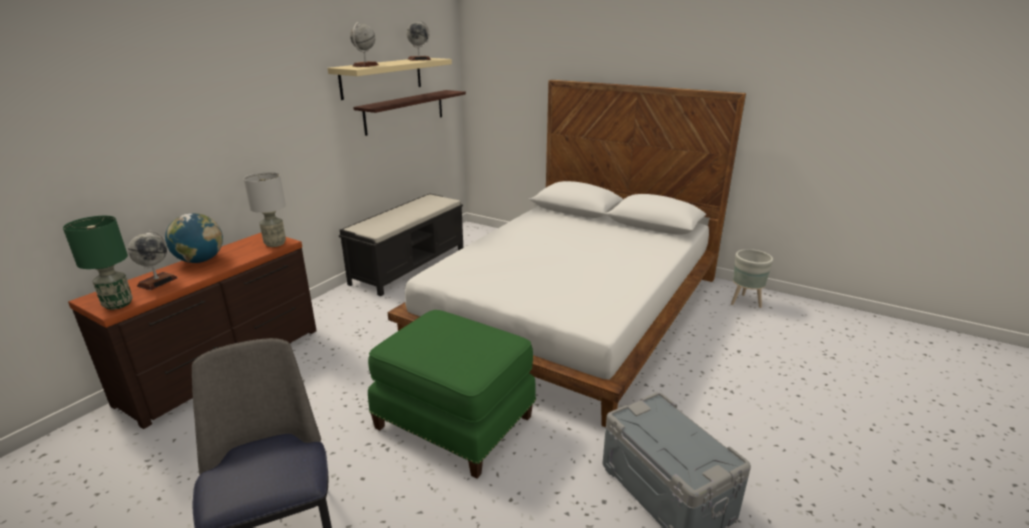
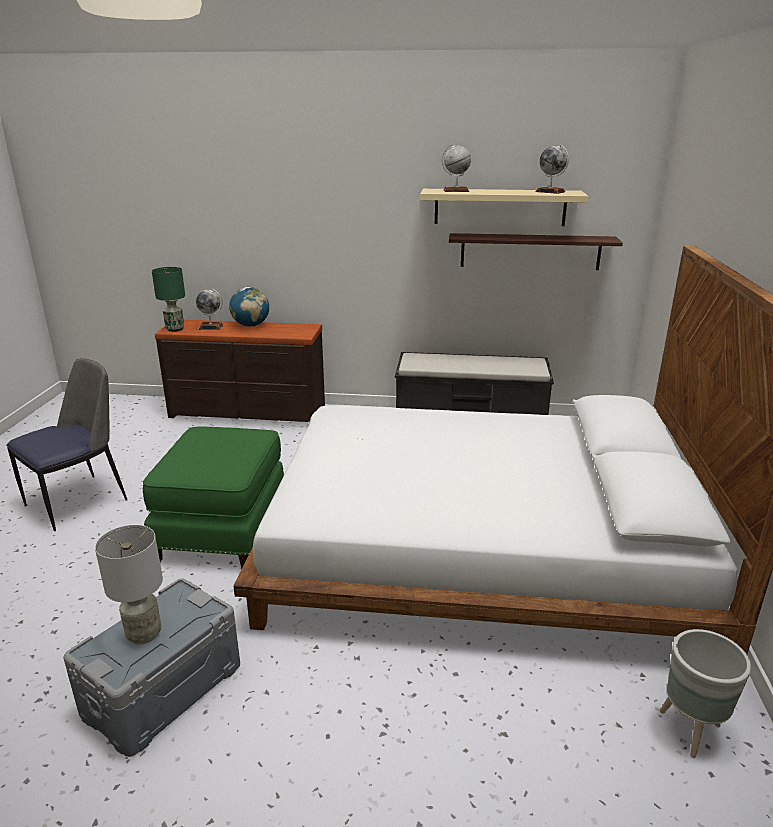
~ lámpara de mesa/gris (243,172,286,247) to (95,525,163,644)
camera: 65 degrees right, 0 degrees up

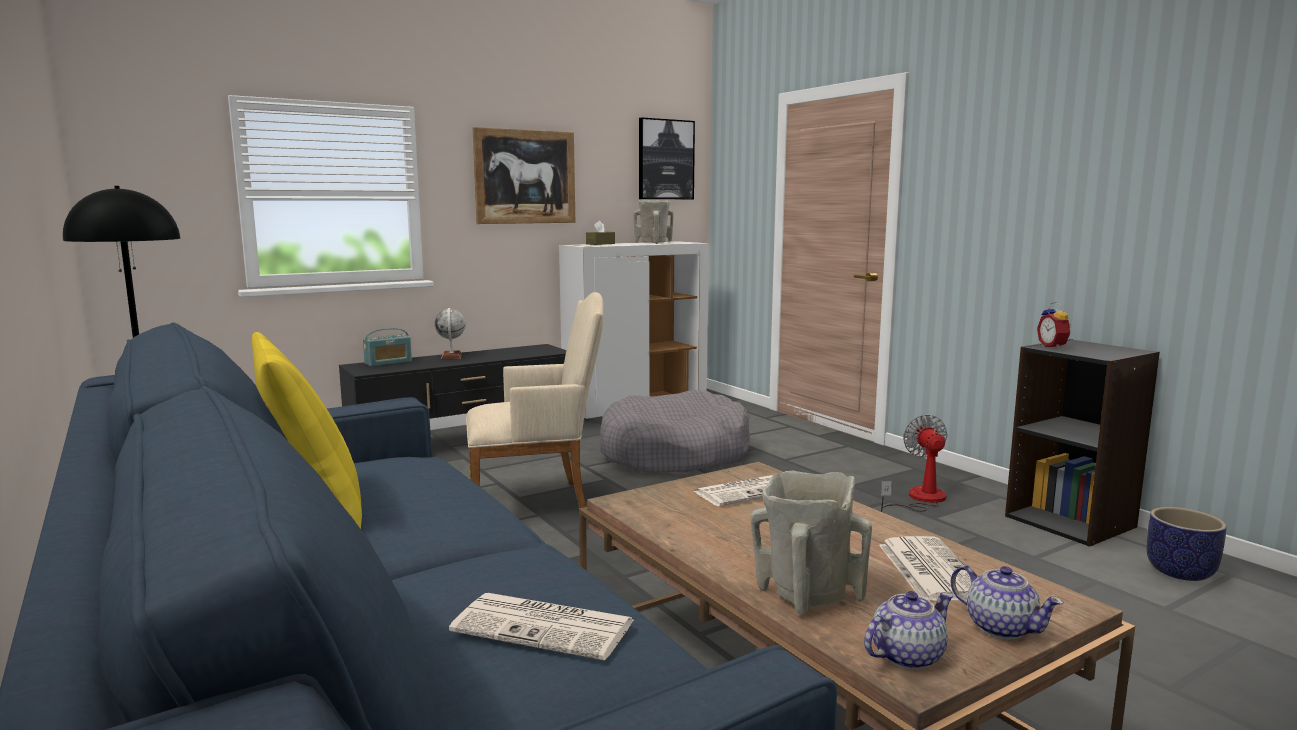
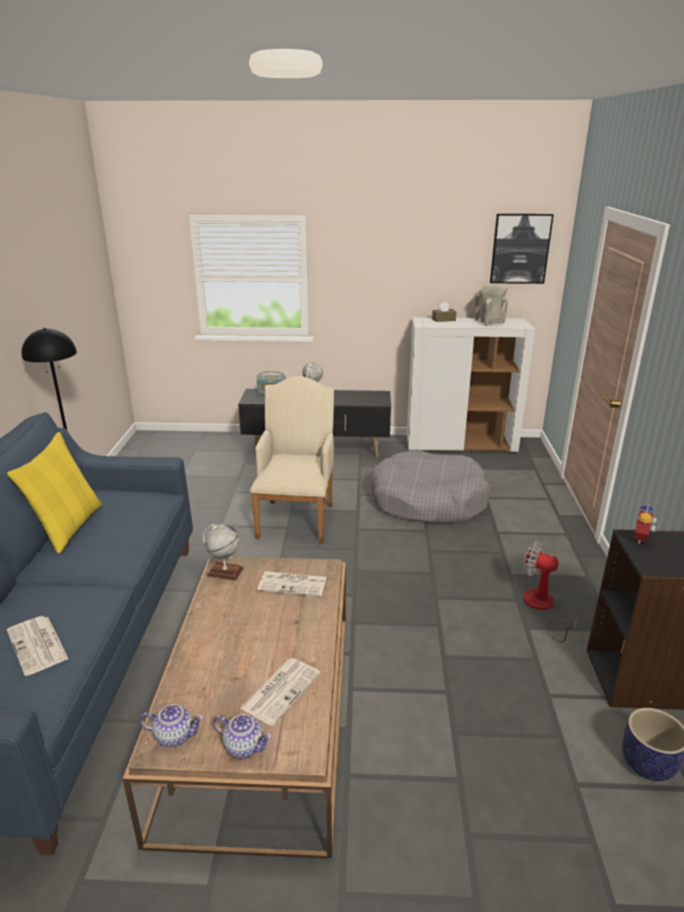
- cuadro (472,127,575,224)
~ sillón/beis (466,292,604,508) = (250,376,334,543) 105 degrees counterclockwise
~ ventilador (880,414,948,512) = (523,541,577,643) 90 degrees counterclockwise
- florero/beis (751,470,872,615)
~ tetera (950,565,1064,640) = (214,714,272,758) 60 degrees counterclockwise
+ globo terráqueo (203,524,244,581)
camera: 35 degrees right, 15 degrees up

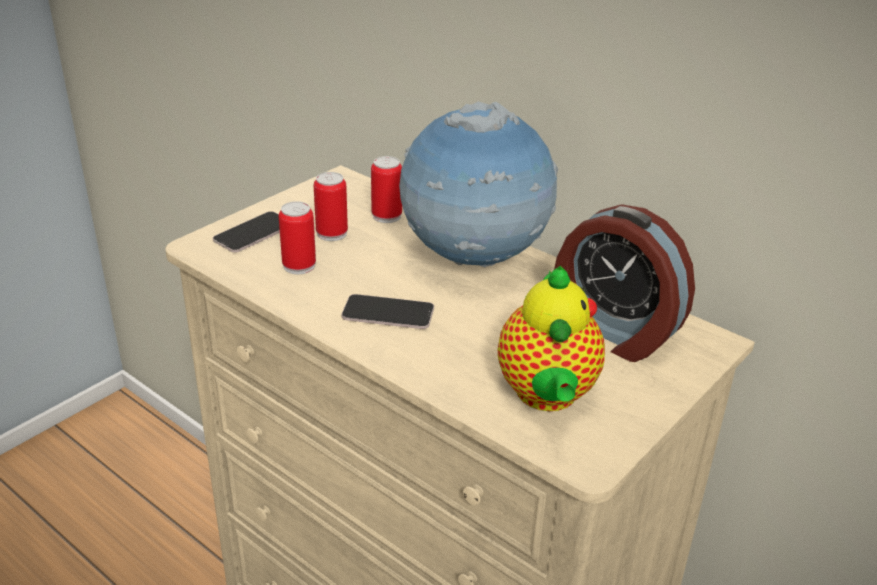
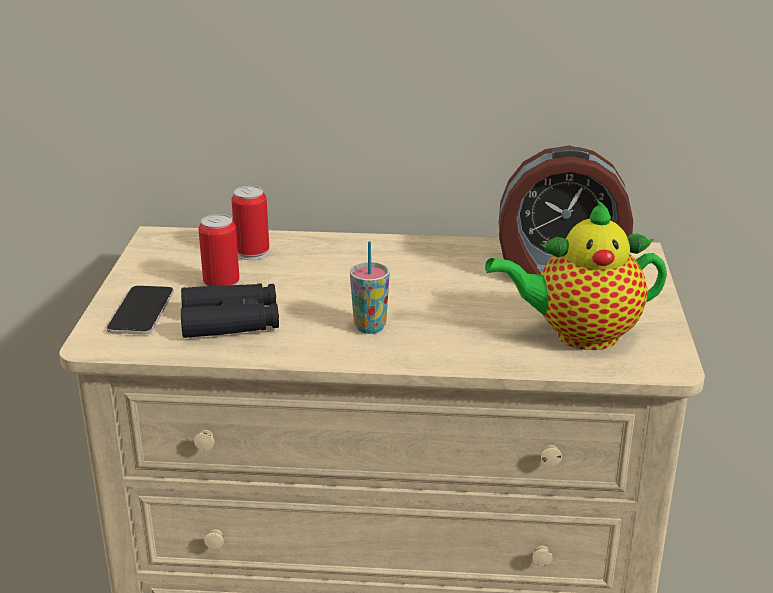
- globo terráqueo (399,102,558,268)
~ lata (279,201,316,274) to prismáticos/negro (181,284,279,338)
~ tetera (498,266,605,411) = (485,200,667,350) 120 degrees clockwise
~ móvil (341,294,434,329) to taza (350,241,390,334)
camera: 35 degrees left, 5 degrees down

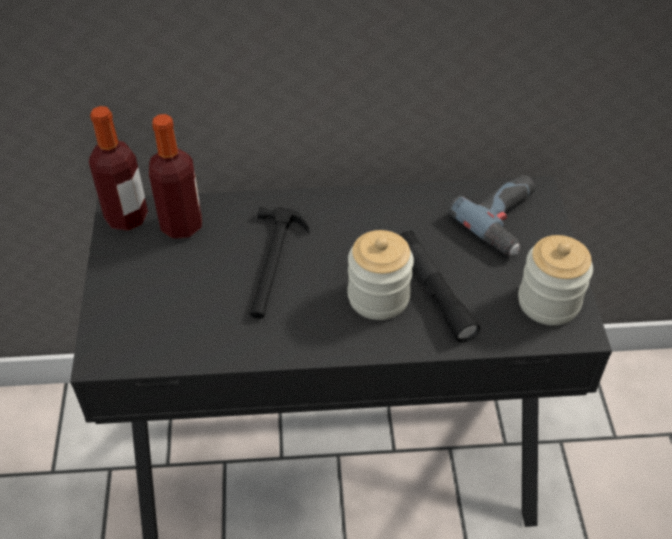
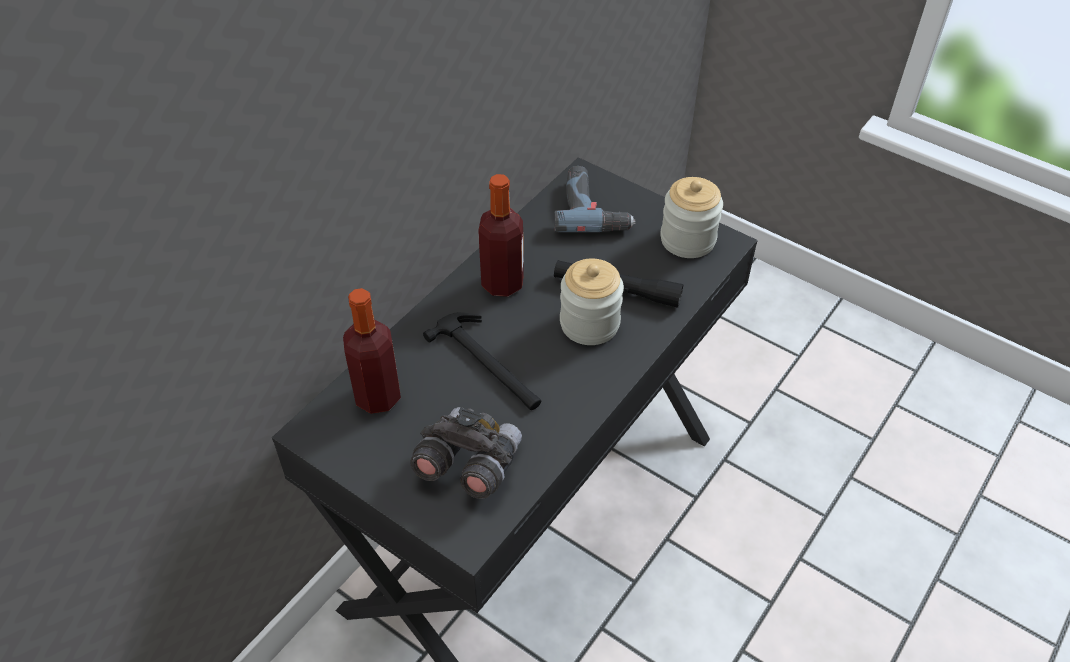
~ botella (89,106,148,231) to (478,174,524,297)
+ prismáticos/gris (410,407,522,499)
camera: 50 degrees left, 0 degrees up

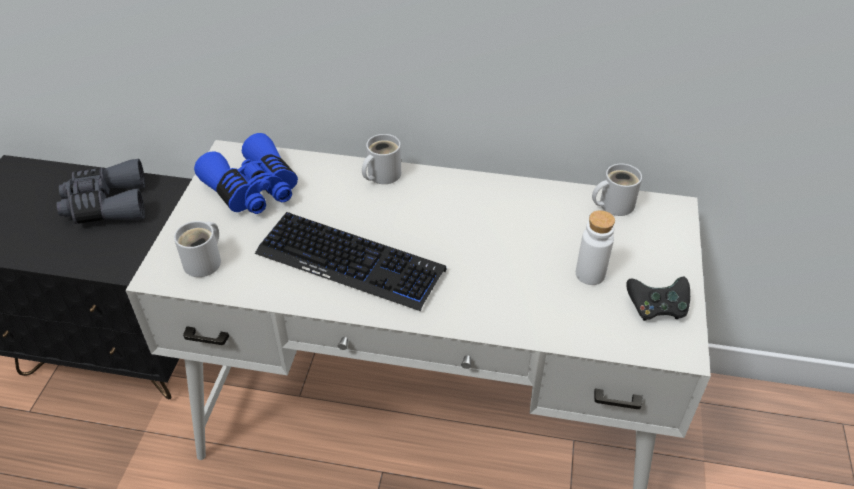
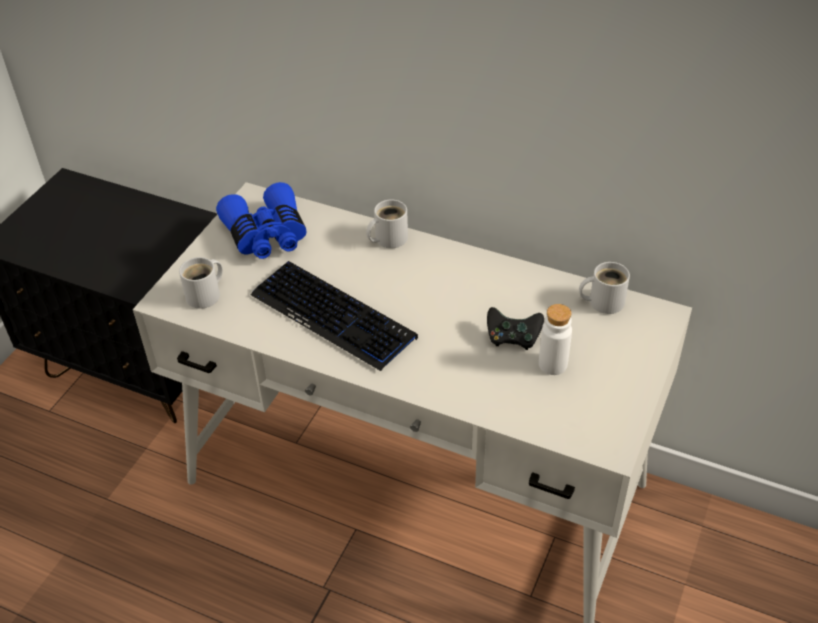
- prismáticos/gris (56,159,145,224)
~ mando de consola/negro (626,276,690,321) to (487,307,544,350)
camera: 15 degrees right, 0 degrees up

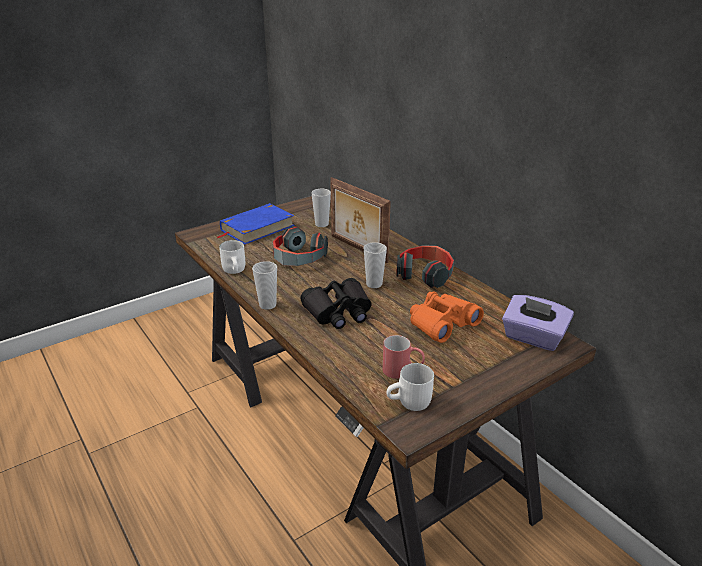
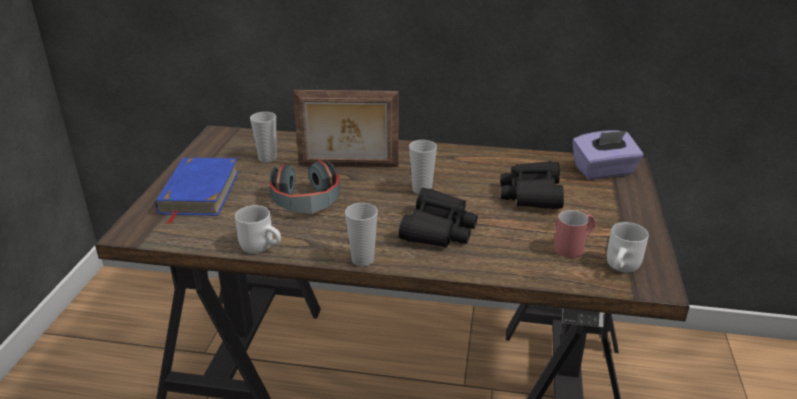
- auriculares (396,246,454,288)
~ prismáticos/naranja (410,291,484,343) to prismáticos/negro (501,161,564,209)
camera: 45 degrees left, 0 degrees up

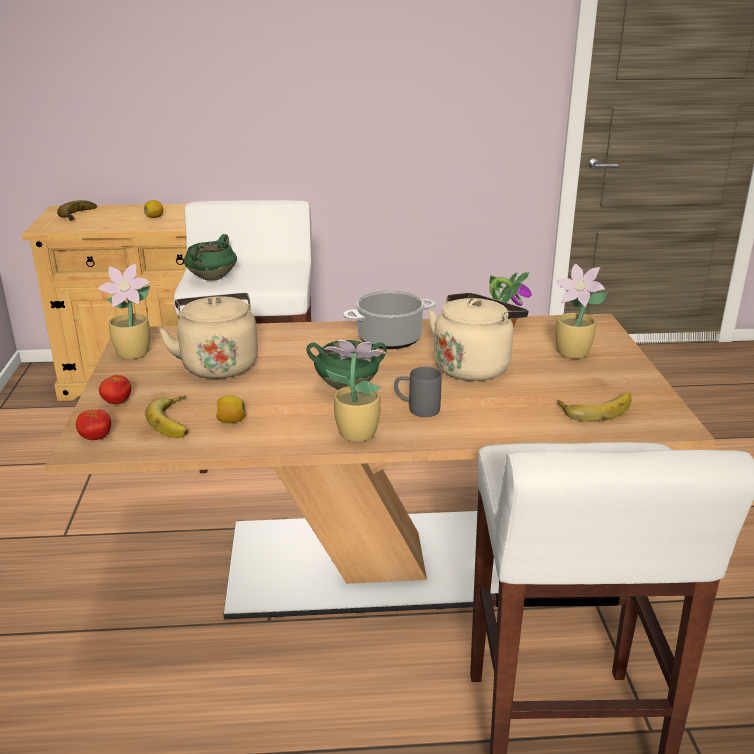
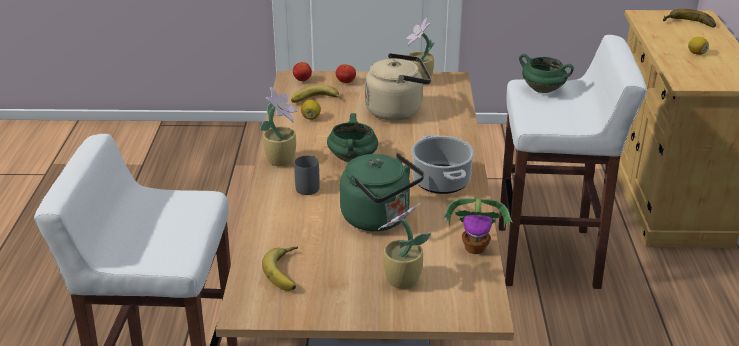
~ hervidor/beis (428,292,529,381) to hervidor/verde (340,153,424,231)
camera: 95 degrees right, 5 degrees up

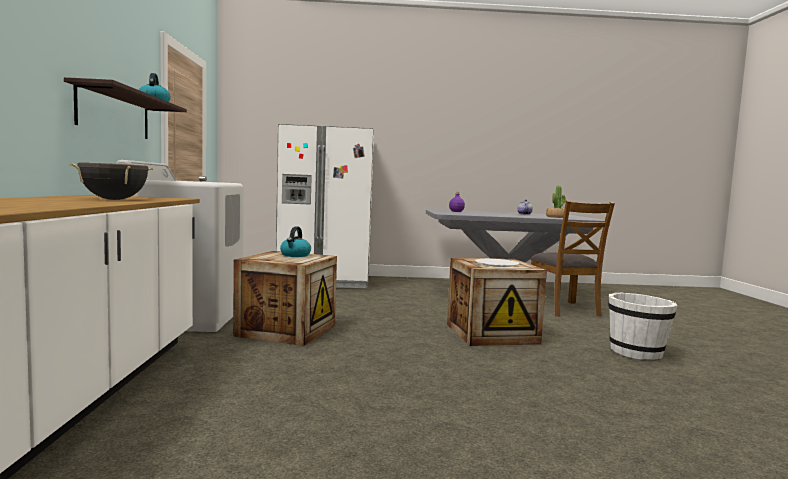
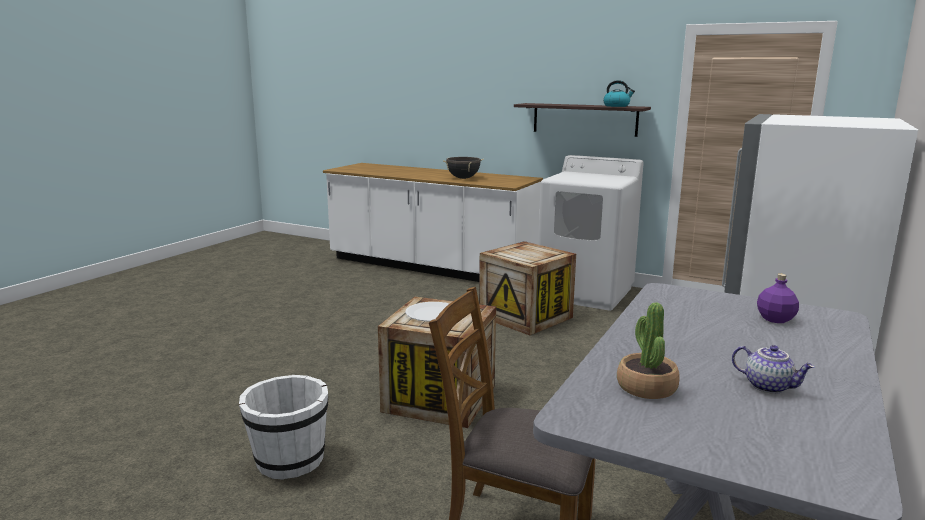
- hervidor (280,226,311,257)
camera: 120 degrees right, 10 degrees up

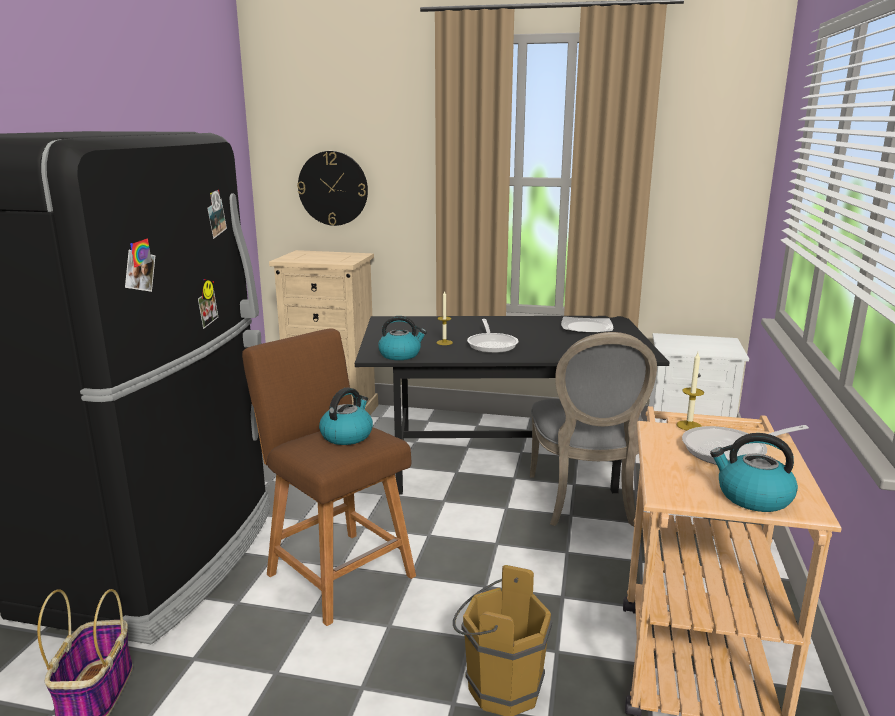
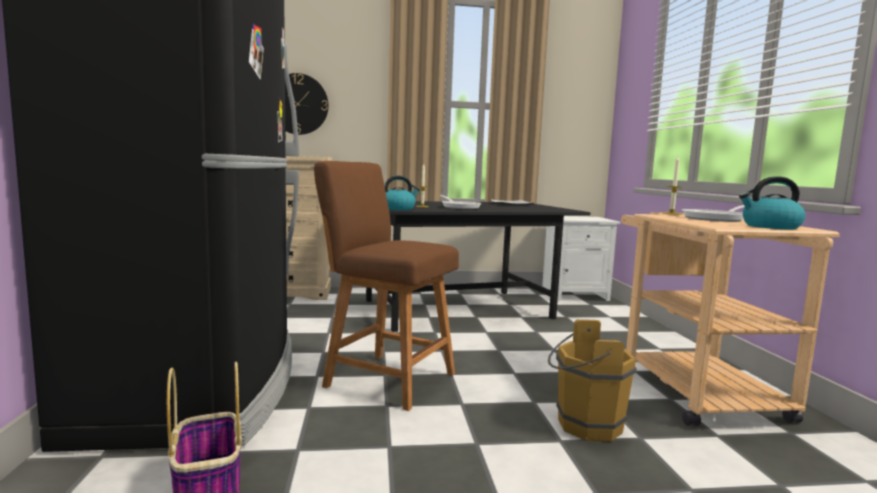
- silla/gris (530,332,657,527)
- hervidor (319,387,373,445)
camera: 20 degrees left, 10 degrees down

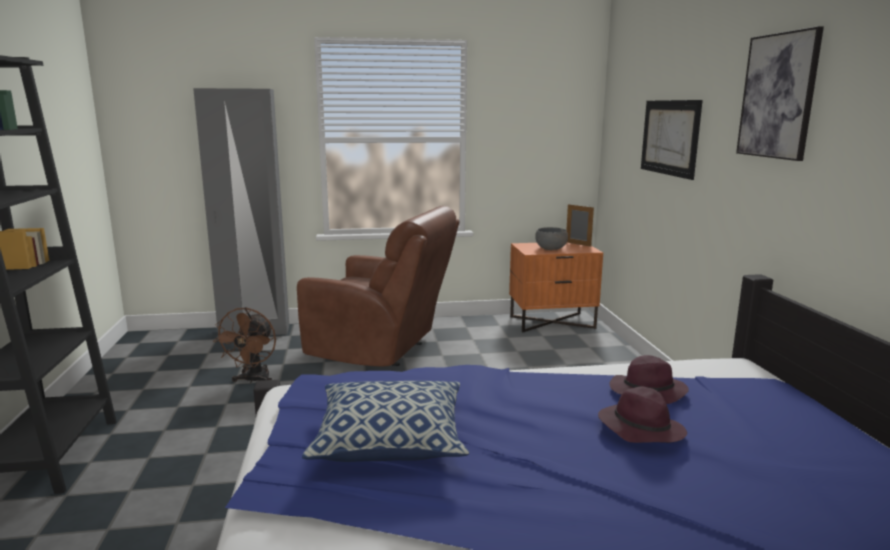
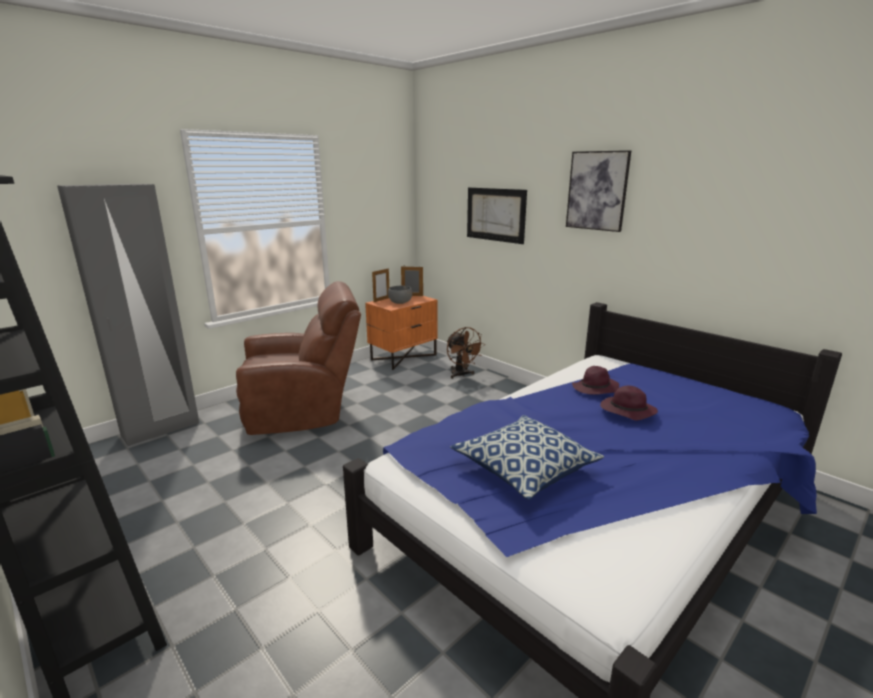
~ ventilador/marrón (213,307,276,384) to (446,327,485,379)
+ portarretratos (372,268,389,302)
camera: 35 degrees left, 5 degrees up

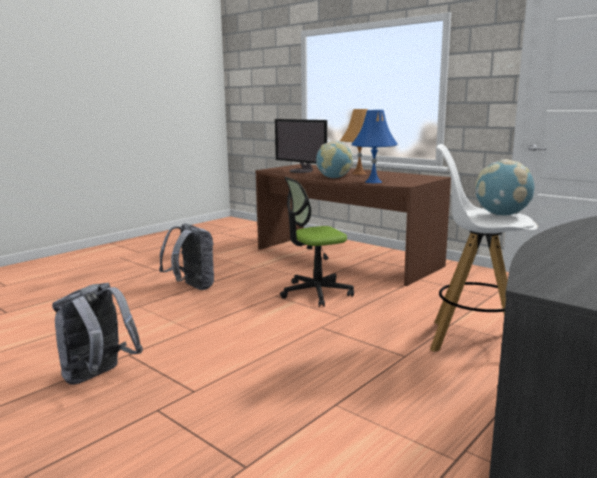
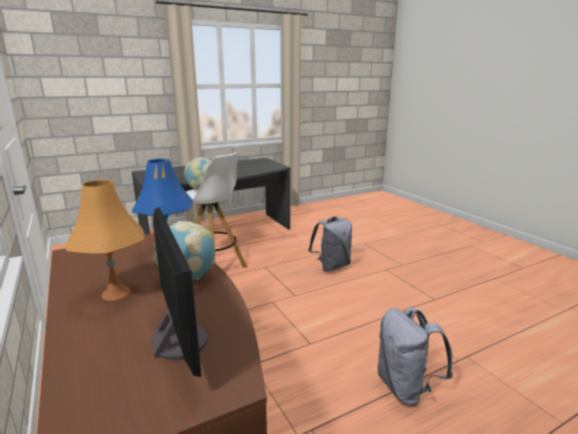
- silla de oficina (280,177,354,307)
~ mochila/gris (52,283,143,385) to (308,217,352,272)
camera: 160 degrees left, 5 degrees up

